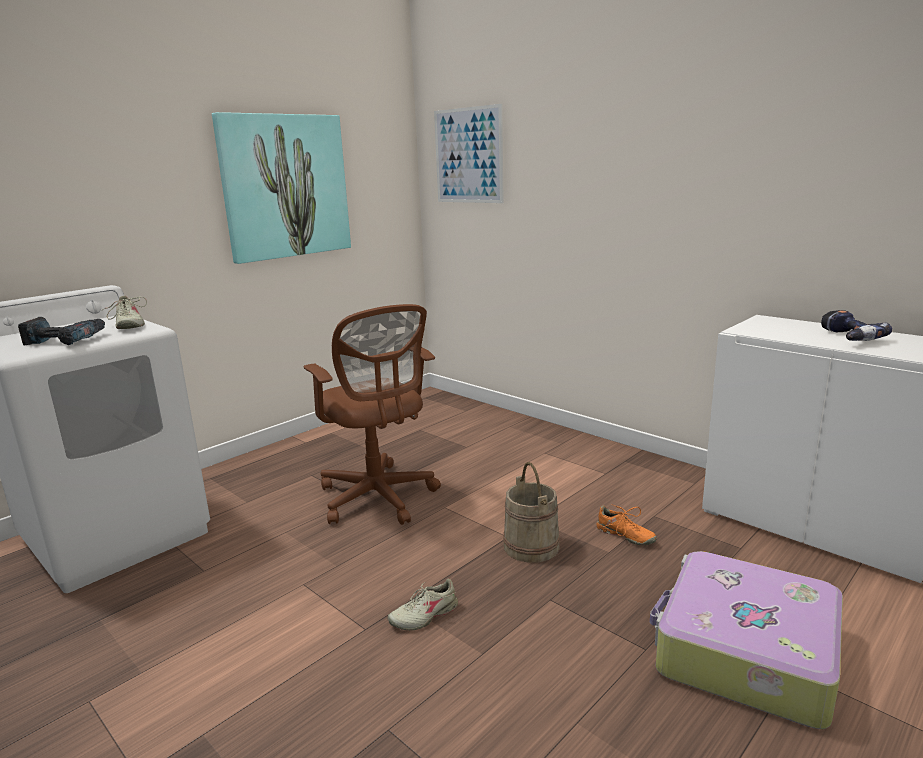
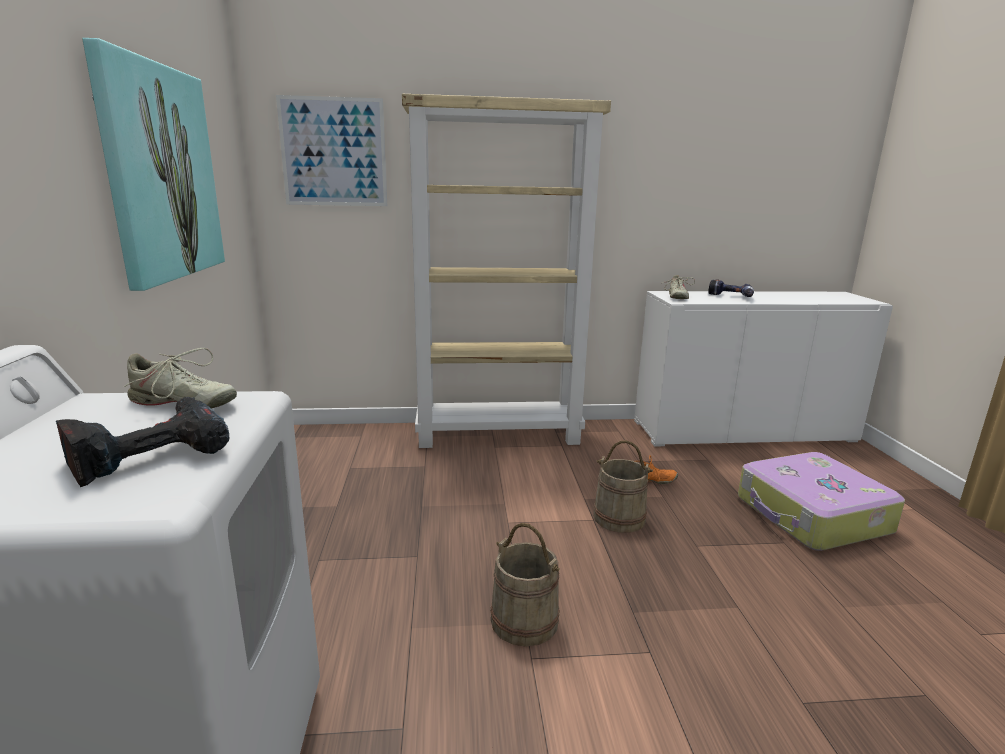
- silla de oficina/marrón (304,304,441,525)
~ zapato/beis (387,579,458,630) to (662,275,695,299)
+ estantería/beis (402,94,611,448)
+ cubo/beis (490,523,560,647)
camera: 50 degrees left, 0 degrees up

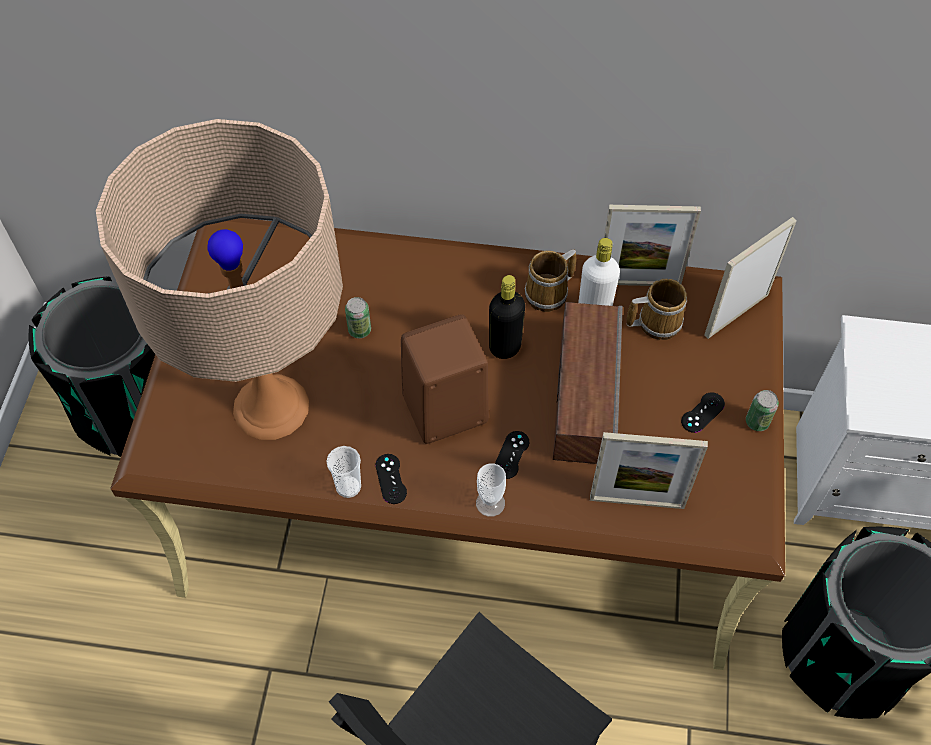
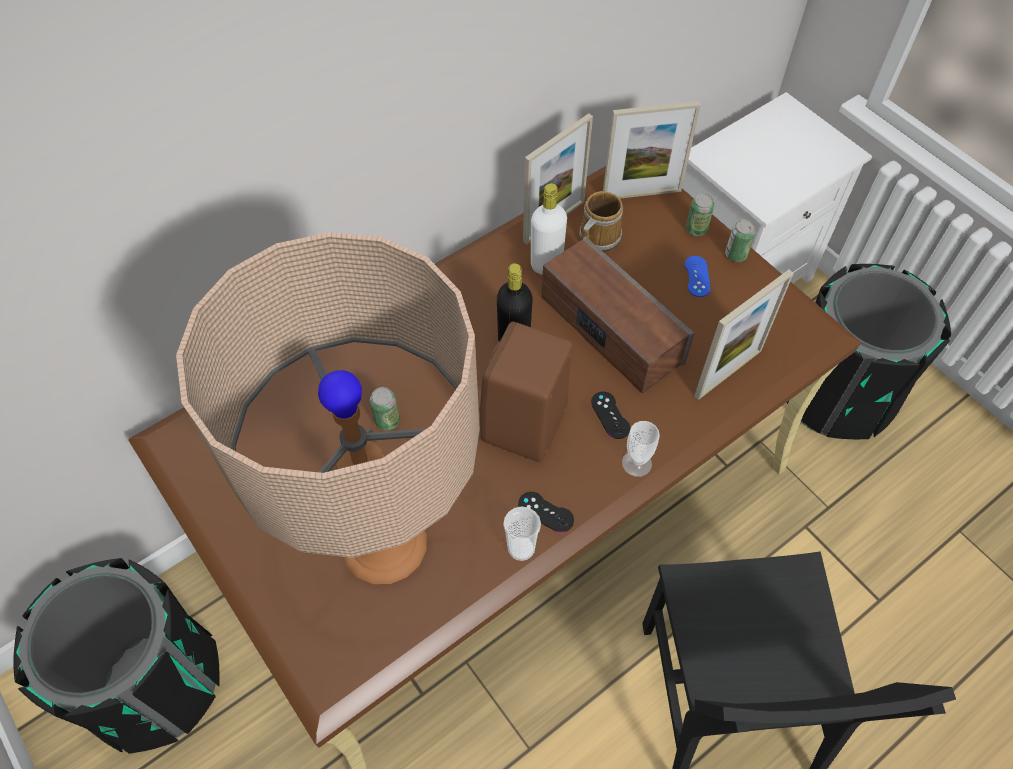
~ portarretratos (704,217,797,339) = (603,101,701,199) 105 degrees counterclockwise
- taza grande (525,249,576,312)
~ mando de consola/negro (681,392,725,433) to mando de consola/azul (685,256,711,297)
+ lata (686,193,714,236)
camera: 45 degrees left, 0 degrees up

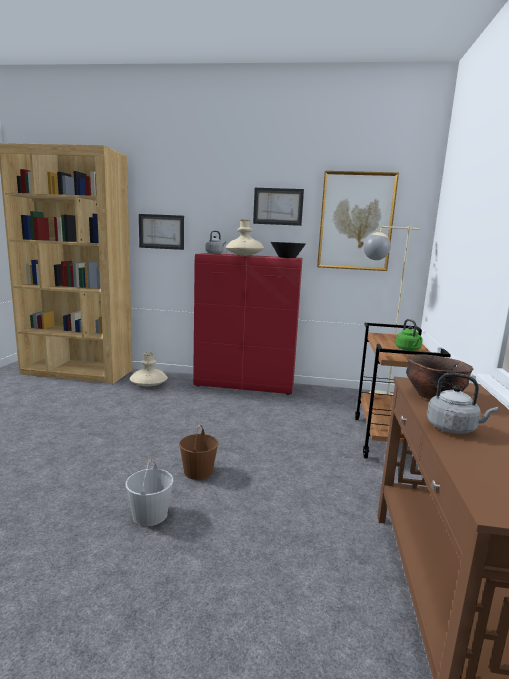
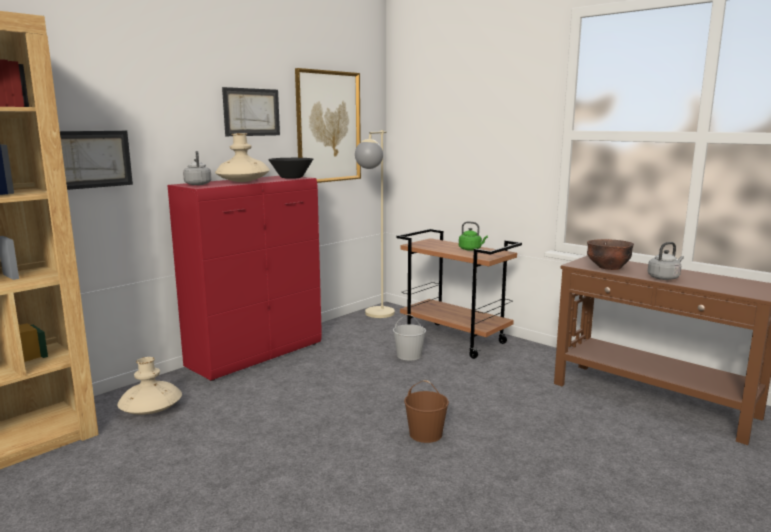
~ cubo/blanco (125,459,173,526) to (393,314,426,361)
camera: 55 degrees left, 0 degrees up

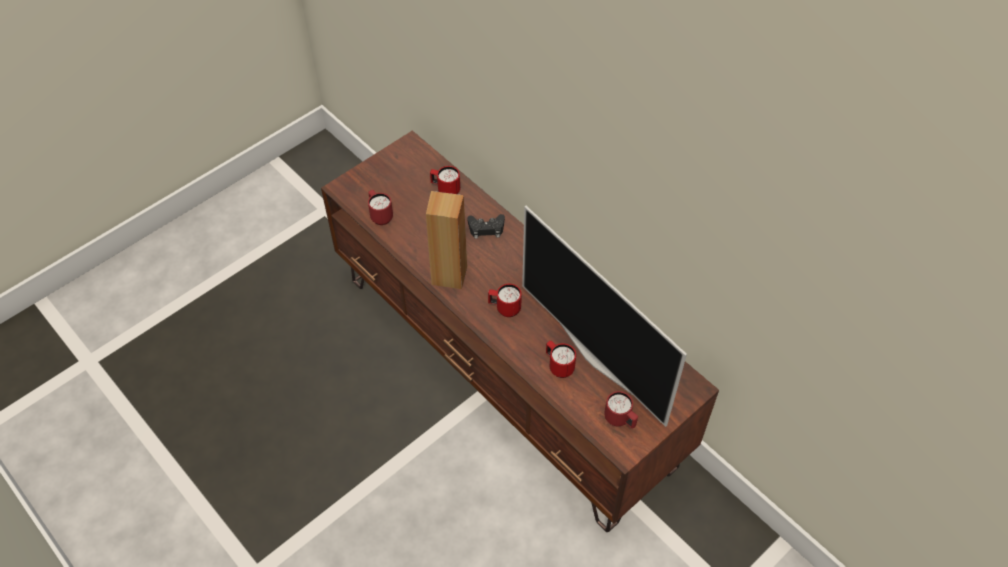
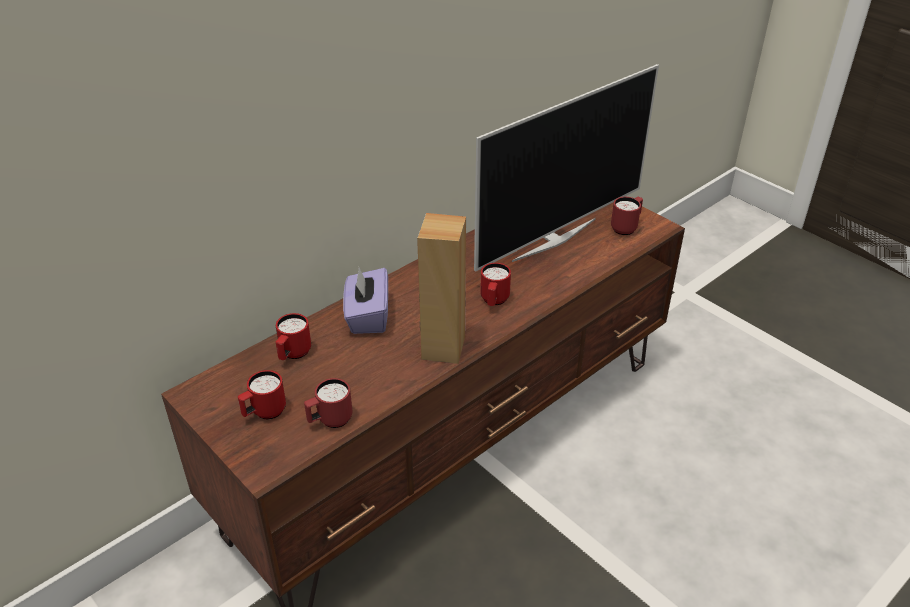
~ mando de consola/negro (467,214,505,239) to caja de pañuelos/morado (343,267,388,334)
~ taza grande/rojo (546,341,576,378) to (238,370,286,419)
camera: 90 degrees left, 15 degrees down

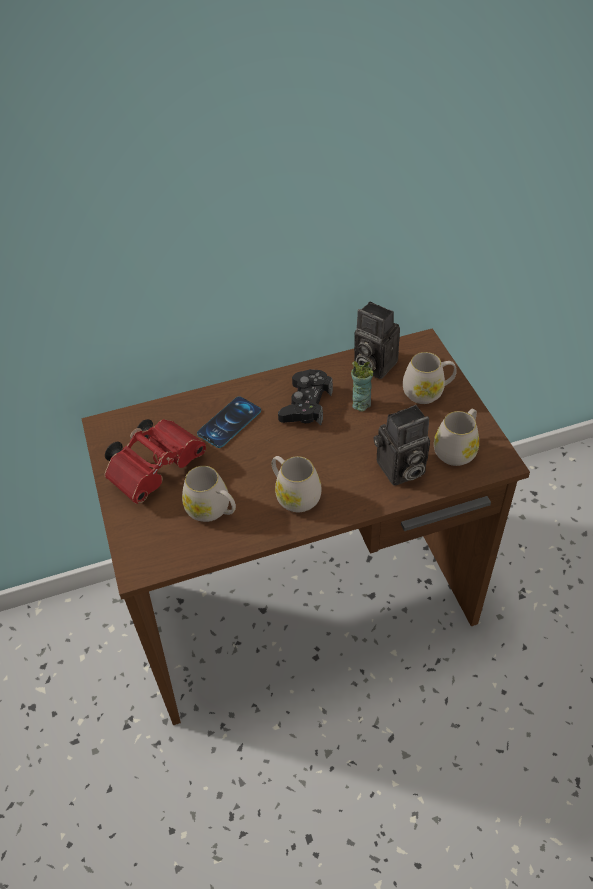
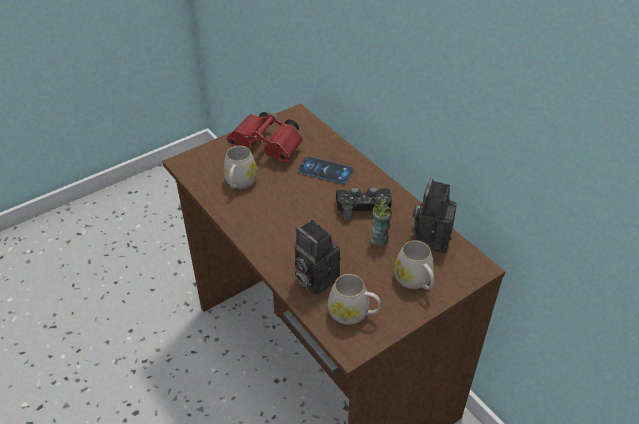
- taza grande/blanco (272,456,322,512)
camera: 70 degrees right, 5 degrees down

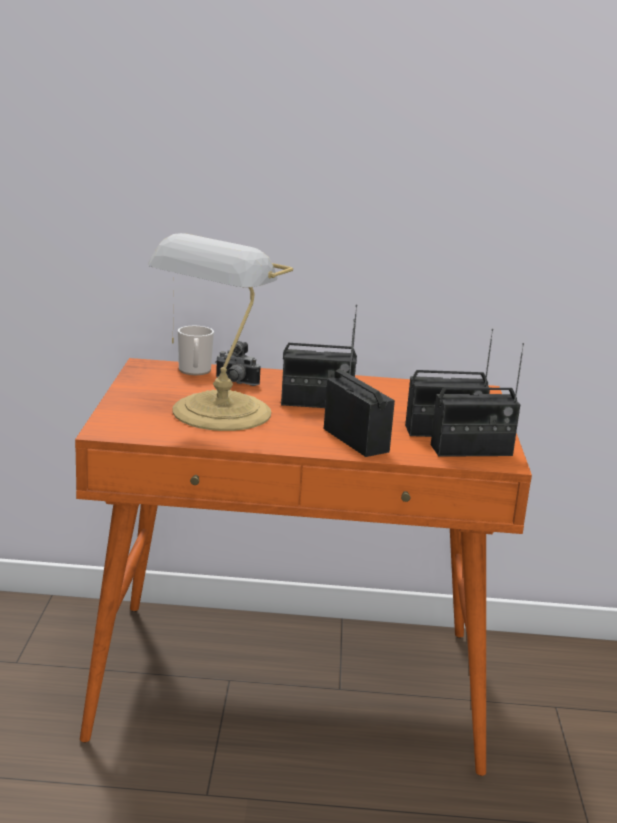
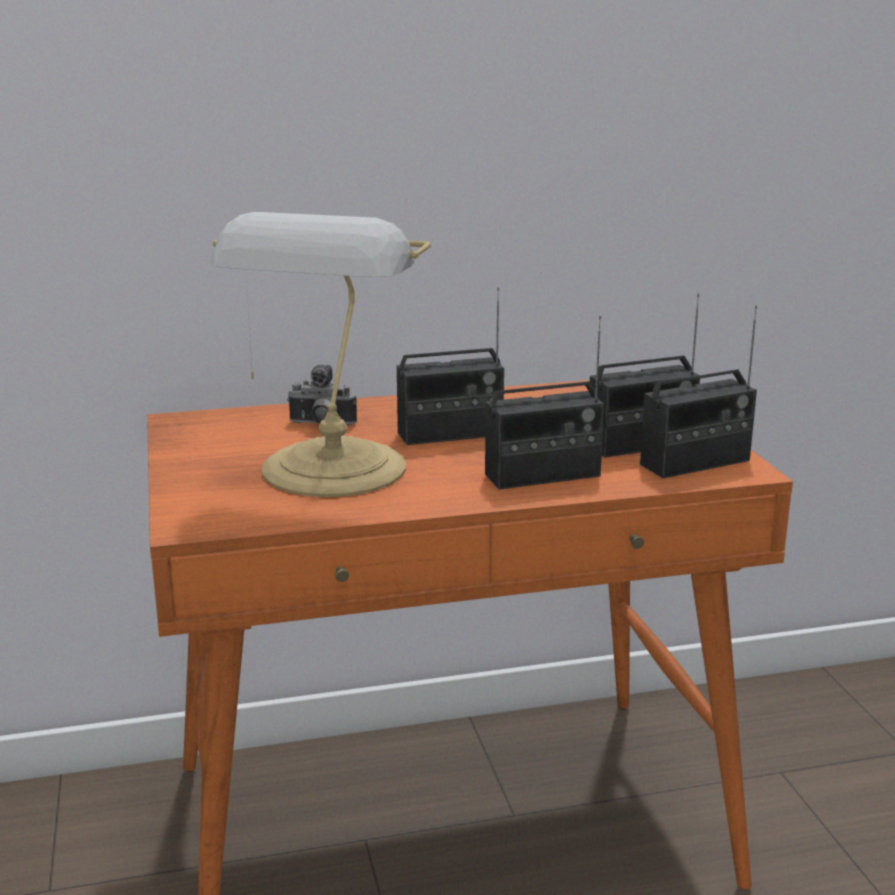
~ radio (324,319,395,457) = (485,316,604,489) 120 degrees clockwise
- taza grande (178,326,214,375)
camera: 15 degrees left, 0 degrees up

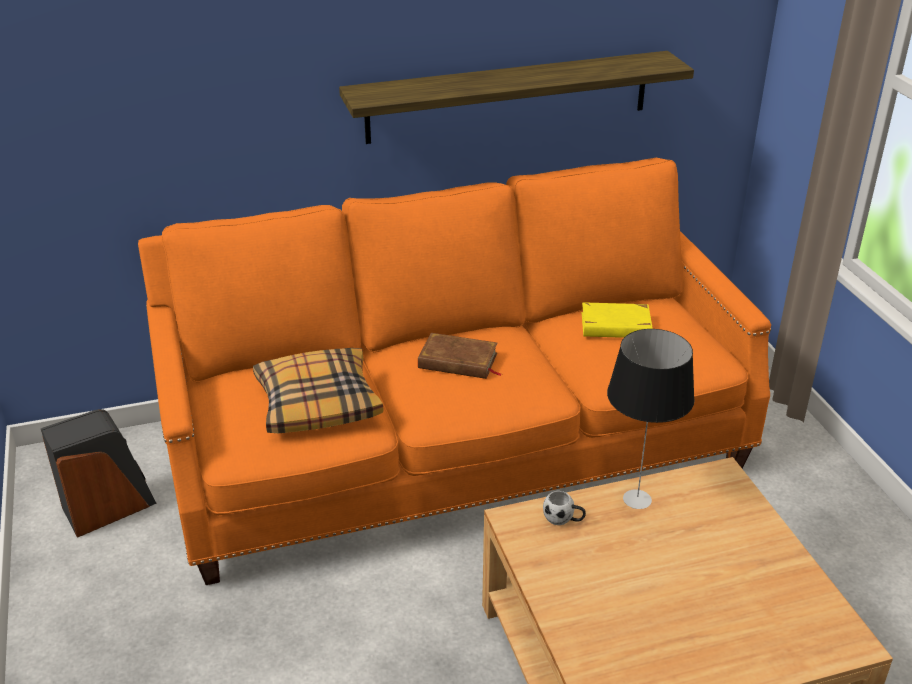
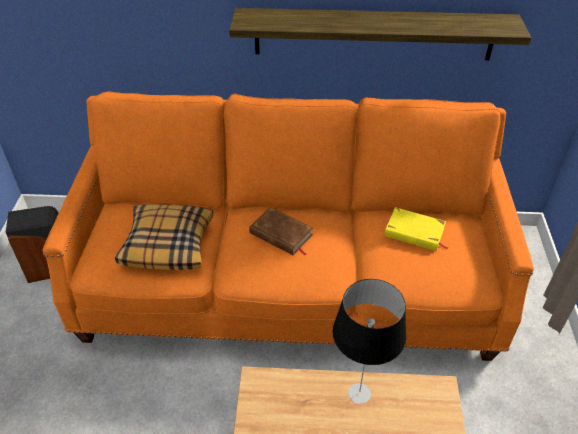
- taza grande/blanco (543,491,586,525)
camera: 20 degrees right, 10 degrees up

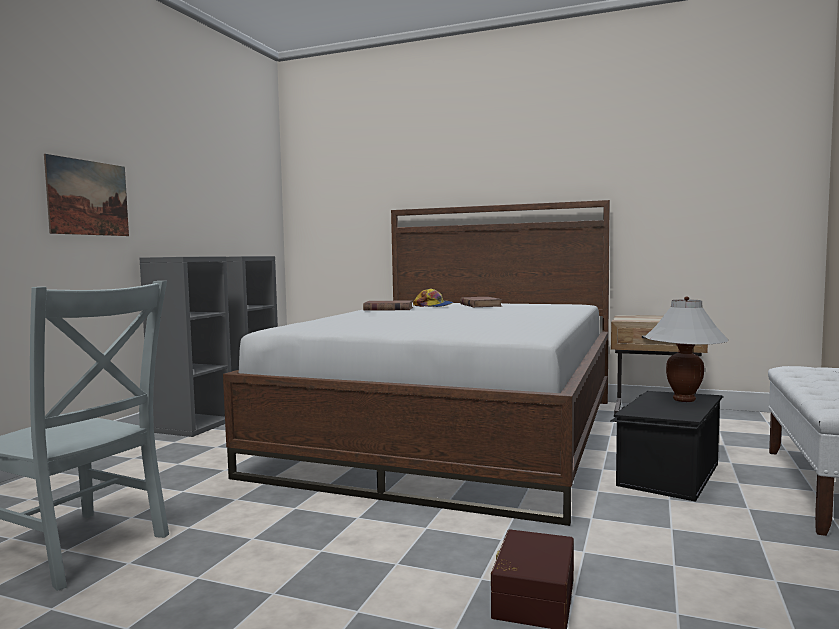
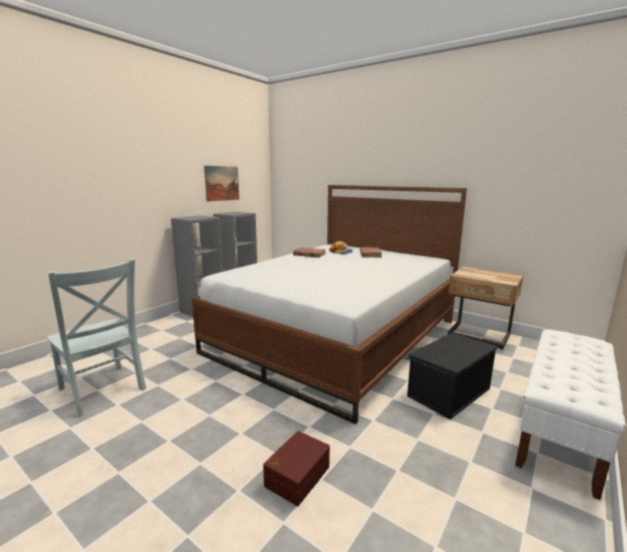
~ cuadro (44,154,129,236) to (204,166,239,202)
- lámpara de mesa/blanco (645,296,729,402)
camera: 15 degrees right, 10 degrees up

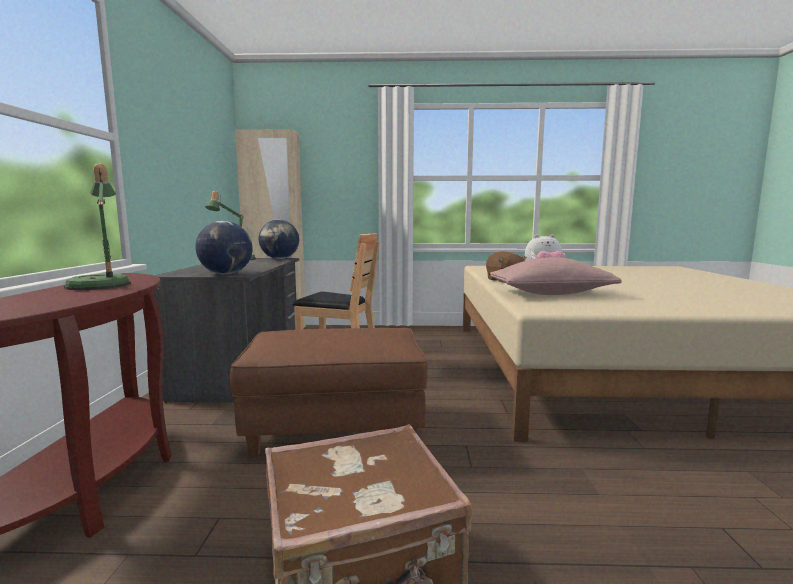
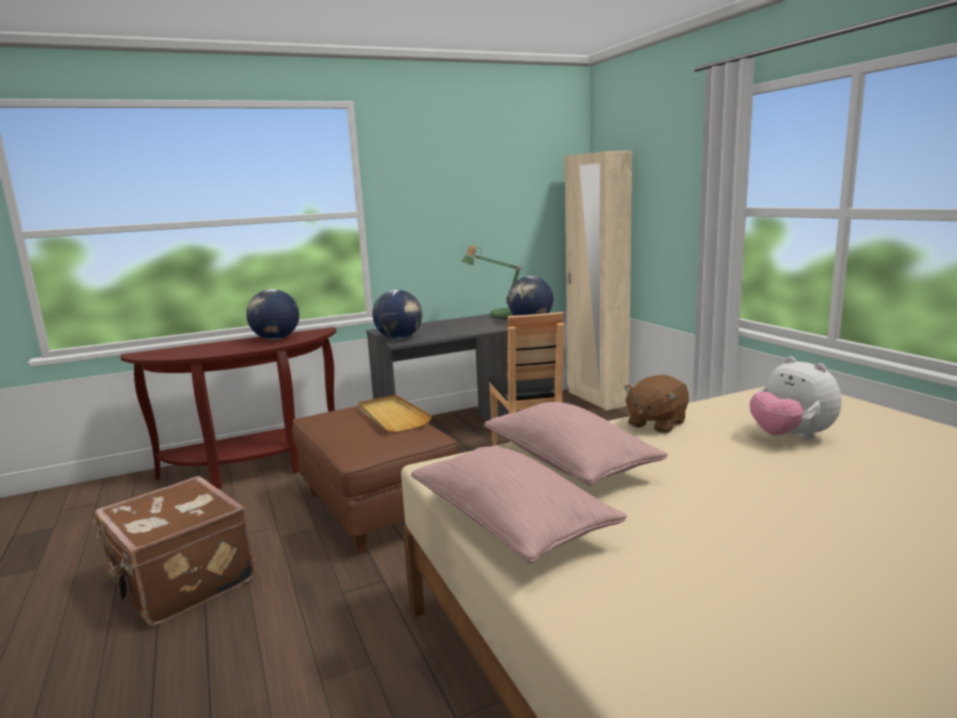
~ lámpara de mesa (64,163,131,290) to globo terráqueo (246,289,299,340)
+ bandeja/beis (358,395,432,432)
+ cojín/rosa (411,446,627,564)
camera: 65 degrees right, 5 degrees up

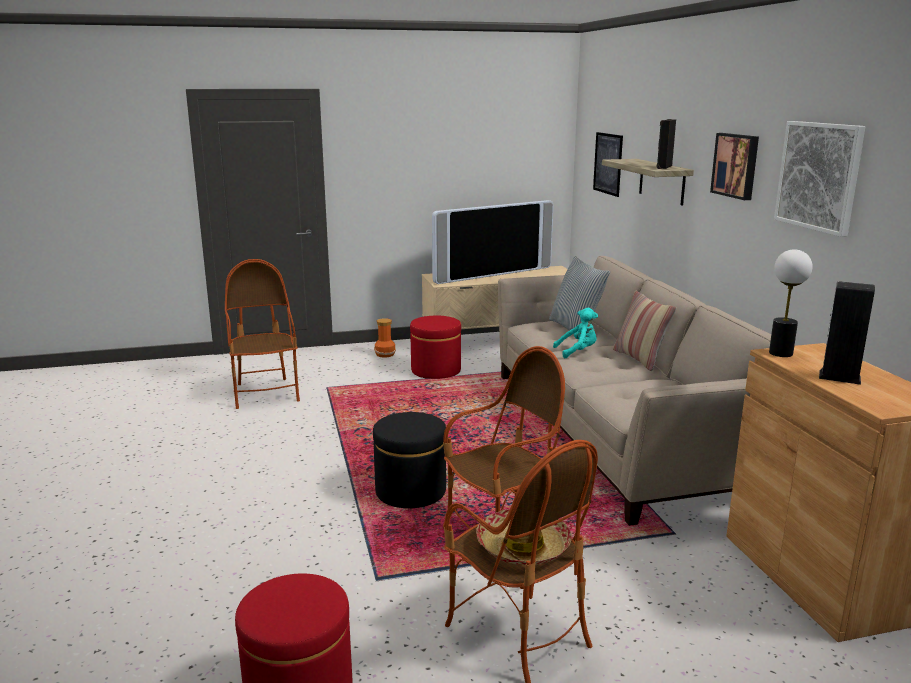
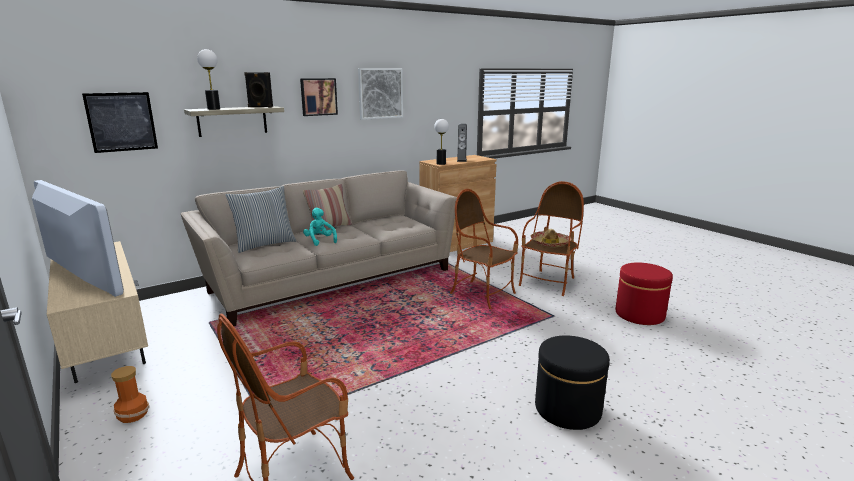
- puf/rojo (410,316,461,379)
~ puf/negro (373,412,446,508) to (535,335,610,430)
+ lámpara de mesa (197,49,220,110)
camera: 110 degrees left, 0 degrees up

